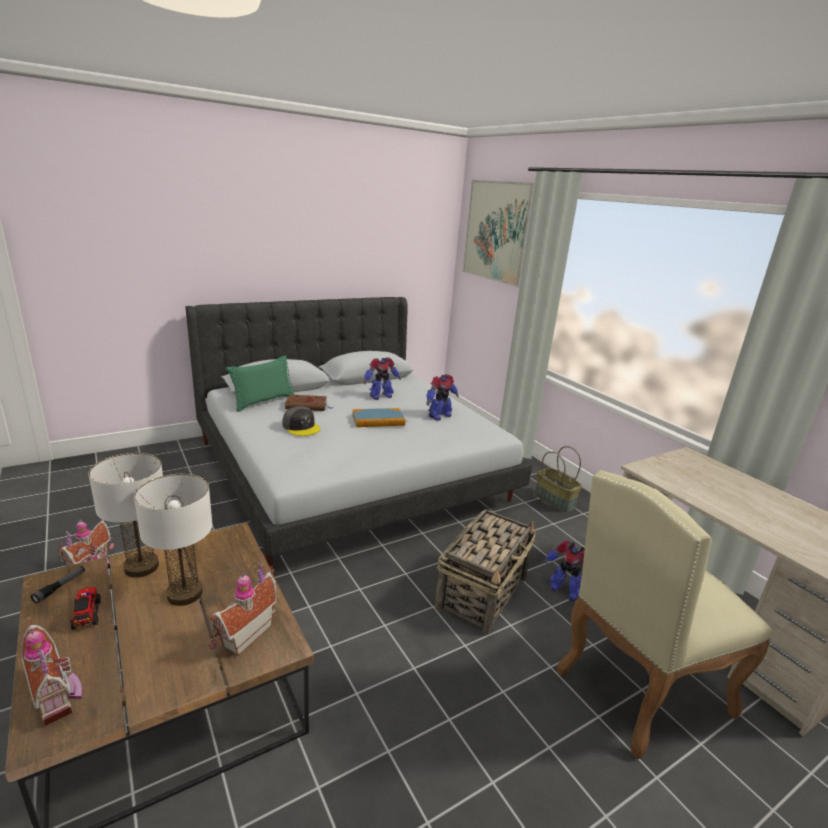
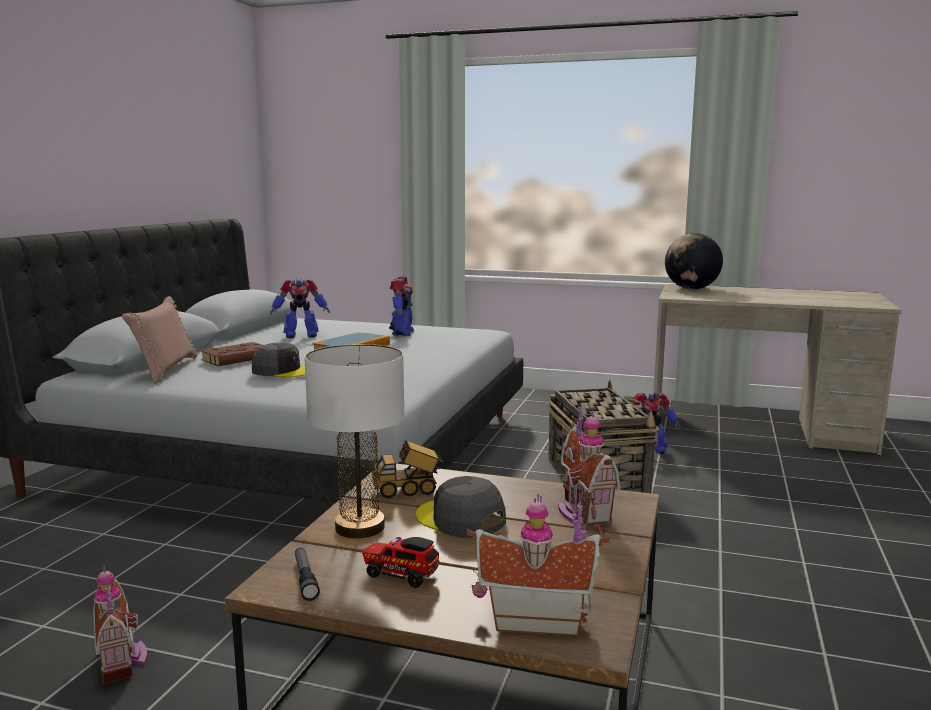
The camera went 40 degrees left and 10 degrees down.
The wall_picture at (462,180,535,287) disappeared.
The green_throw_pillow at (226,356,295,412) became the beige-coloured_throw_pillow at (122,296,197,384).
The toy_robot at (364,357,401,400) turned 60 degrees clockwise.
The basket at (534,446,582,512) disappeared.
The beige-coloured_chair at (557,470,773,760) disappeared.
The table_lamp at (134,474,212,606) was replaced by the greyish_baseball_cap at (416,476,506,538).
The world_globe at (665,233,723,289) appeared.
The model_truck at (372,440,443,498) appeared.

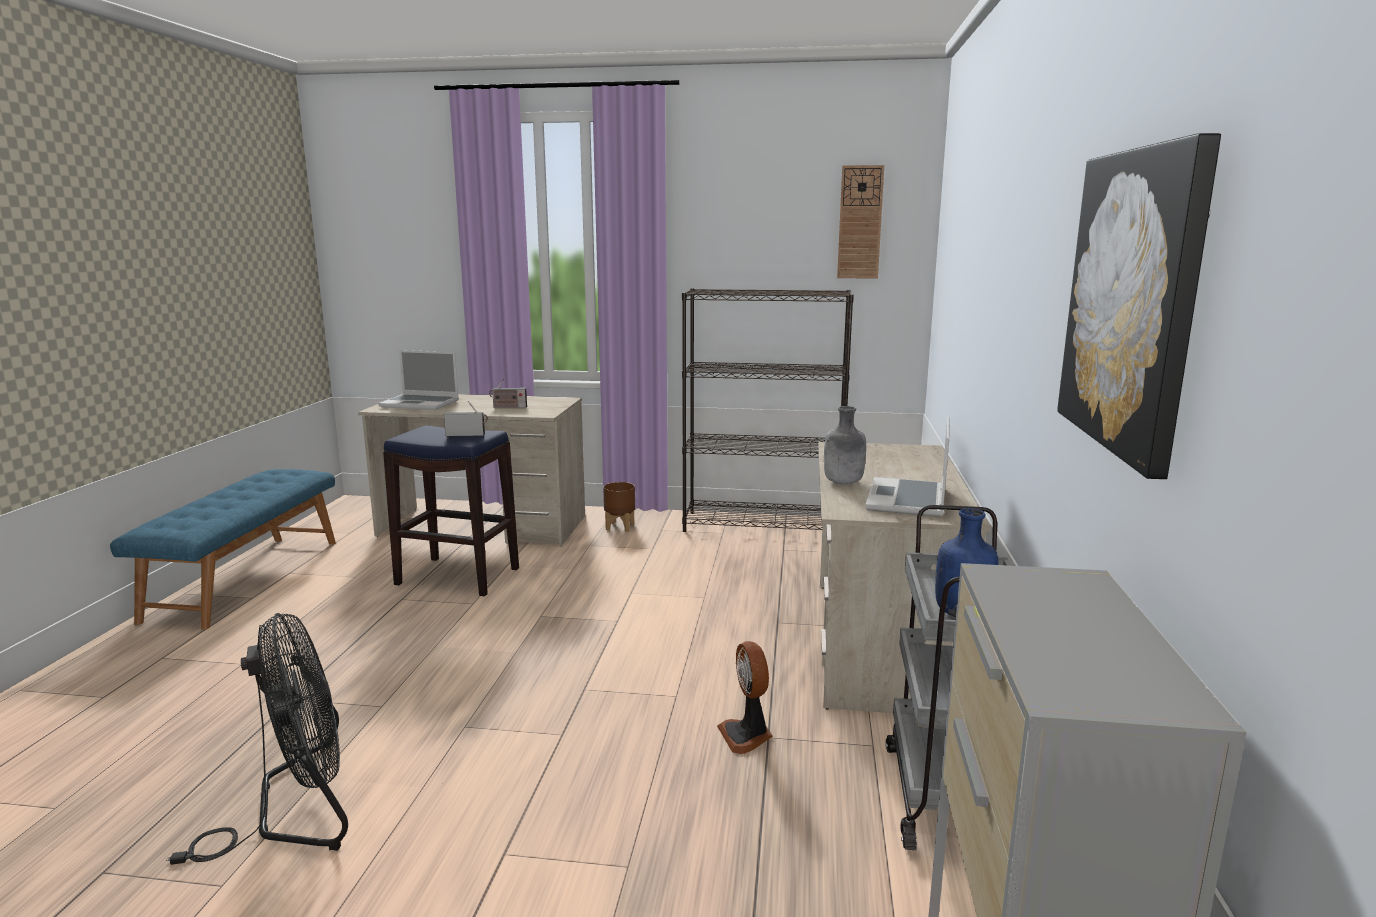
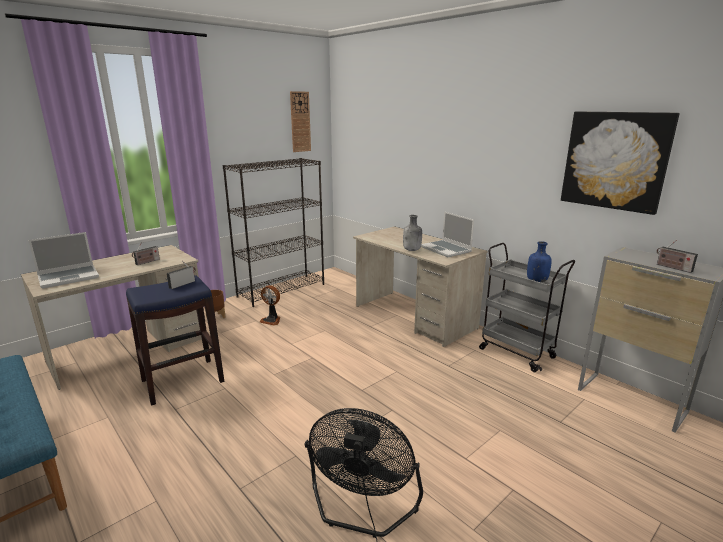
The camera went 50 degrees left and 5 degrees up.
The electric_fan moved from (717,641,773,754) to (259,285,280,326).
The radio_set at (657,240,698,273) appeared.

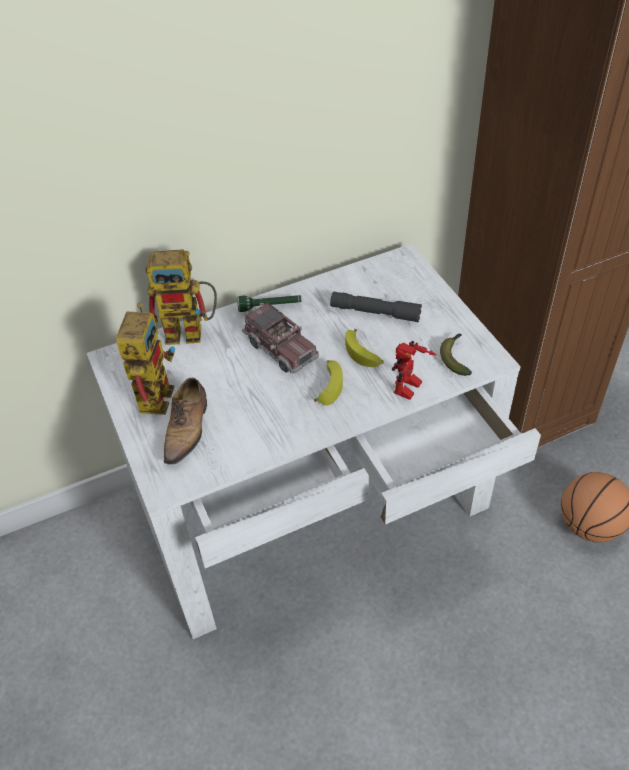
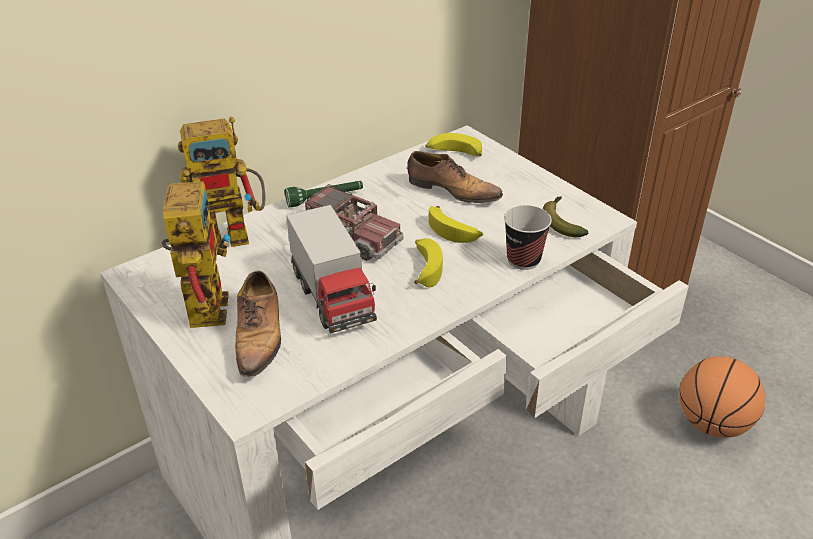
The camera went 15 degrees left and 10 degrees down.
The greyish_torch at (330,292,422,322) was replaced by the item_of_footwear at (407,151,503,203).
The toy_robot at (392,341,437,400) was replaced by the cup at (504,205,552,270).
The whole_banana at (425,133,482,156) appeared.
The model_truck at (286,205,377,333) appeared.

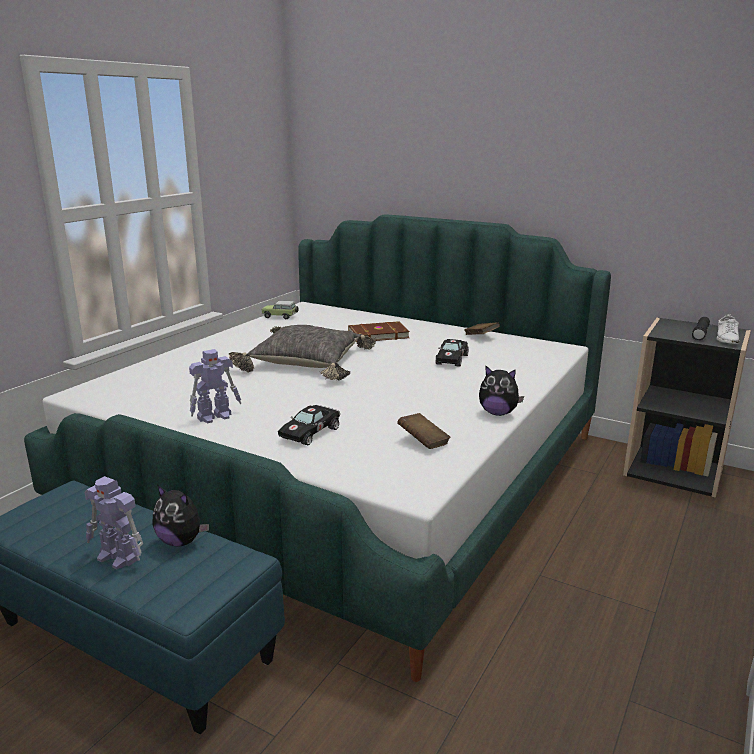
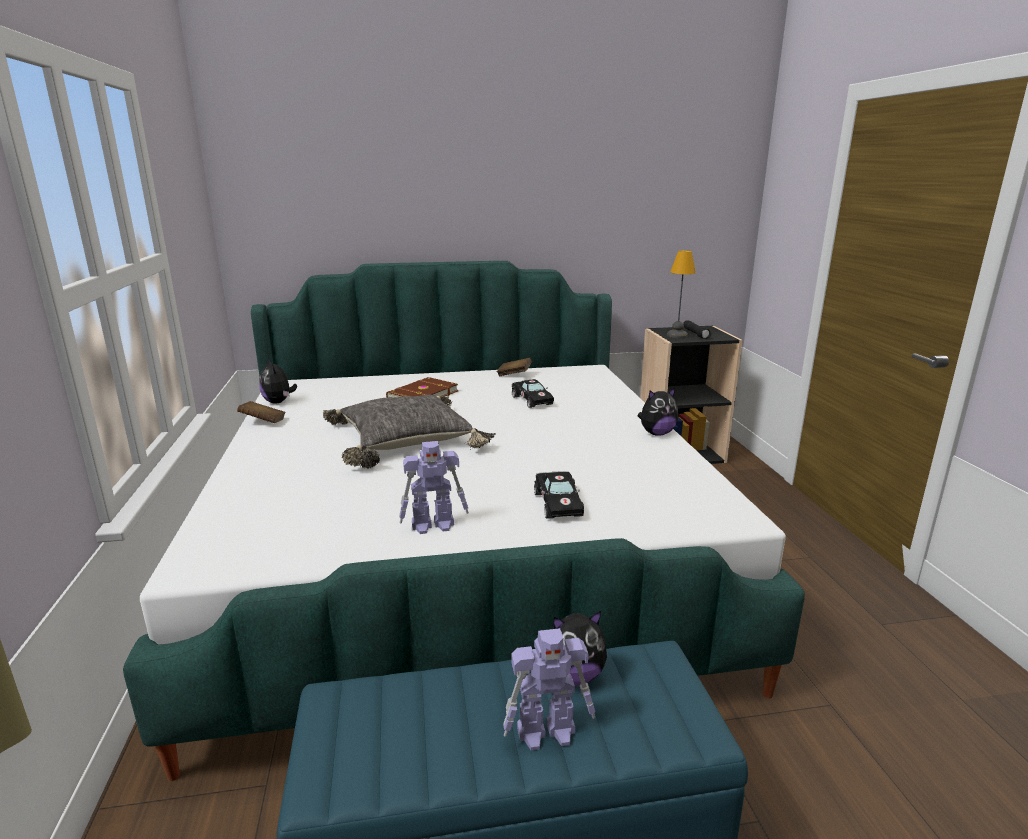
The camera went 40 degrees left and 0 degrees up.
The toy_car at (262,301,299,319) was replaced by the soft_toy at (260,359,297,404).
The whitish_item_of_footwear at (716,314,739,344) disappeared.
The toy_robot at (189,349,241,423) turned 60 degrees clockwise.
The brown-coloured_book moved from (397,413,451,449) to (237,401,286,423).
The table_lamp at (667,250,696,338) appeared.

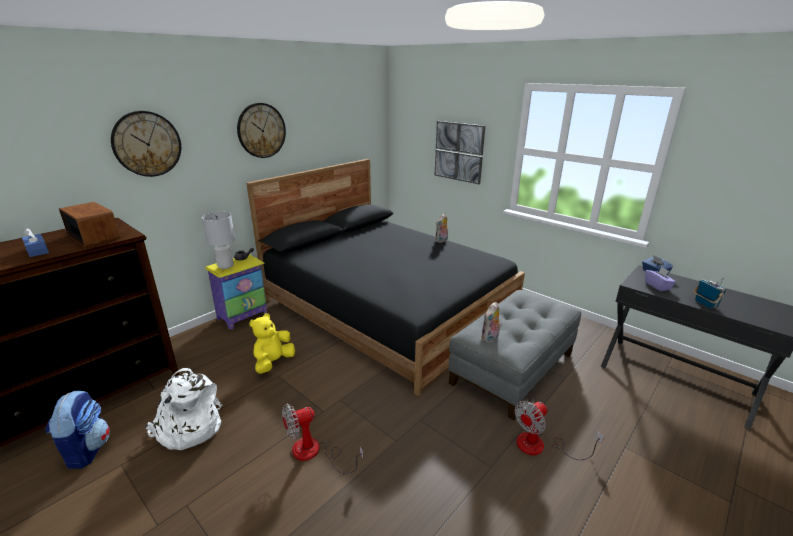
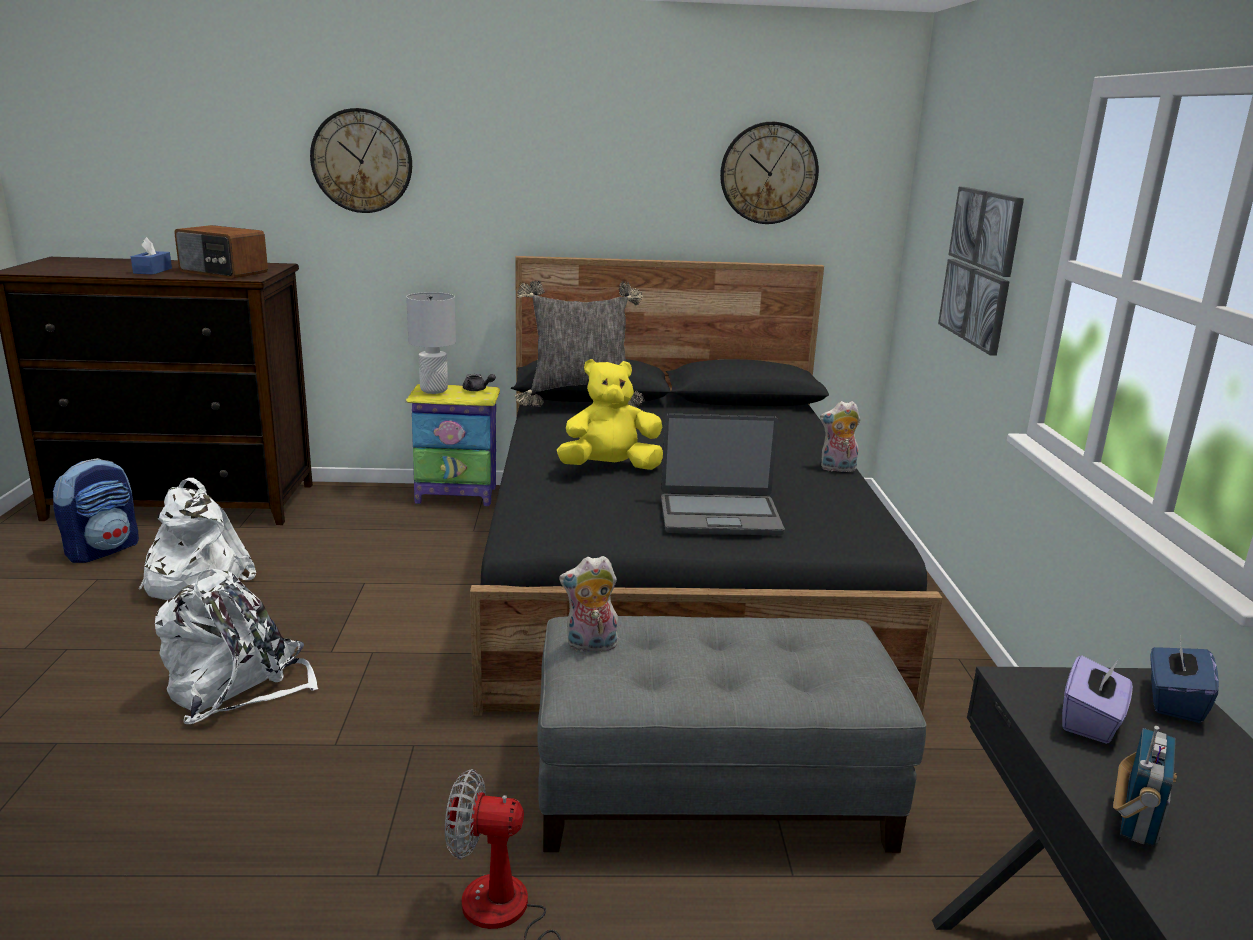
The camera went 45 degrees right and 5 degrees down.
The hanging_clock moved from (237,103,286,158) to (720,122,819,224).
The radio_set at (59,202,120,247) turned 120 degrees clockwise.
The yellow_soft_toy moved from (249,313,295,374) to (557,359,663,470).
The electric_fan at (282,404,363,473) was replaced by the whitish_knapsack at (155,569,318,724).
The throw_pillow at (515,281,646,407) appeared.
The laptop at (661,414,785,536) appeared.

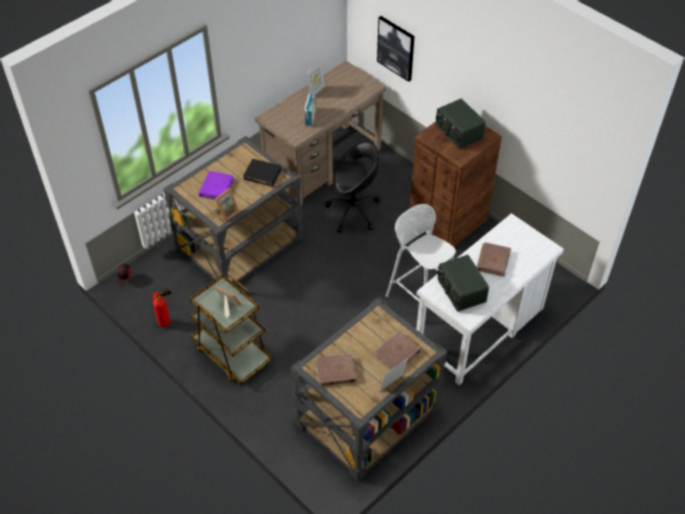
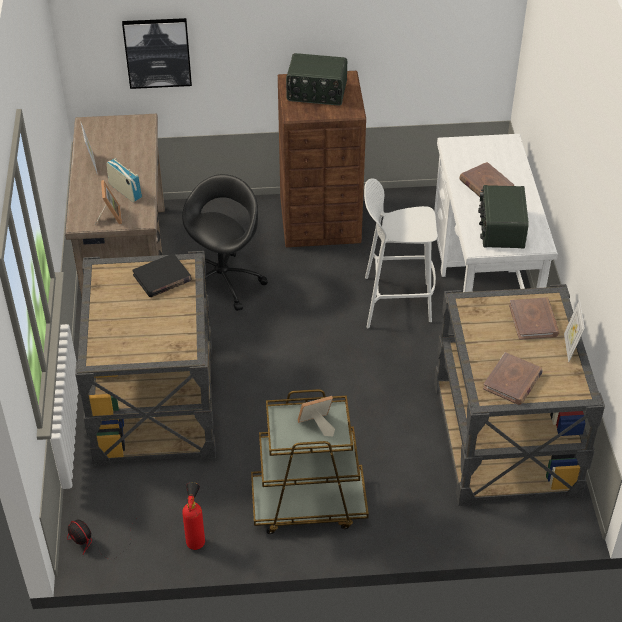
The camera went 50 degrees left and 5 degrees down.
The purple-coloured_book at (198,171,234,200) disappeared.
The picture_frame moved from (213,188,239,222) to (95,180,122,225).
The radio_set at (437,254,489,312) turned 75 degrees clockwise.

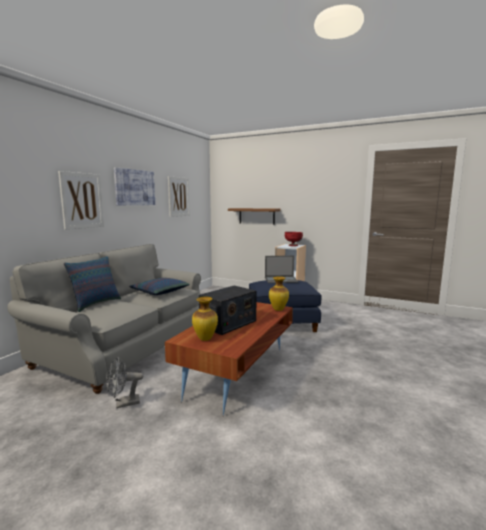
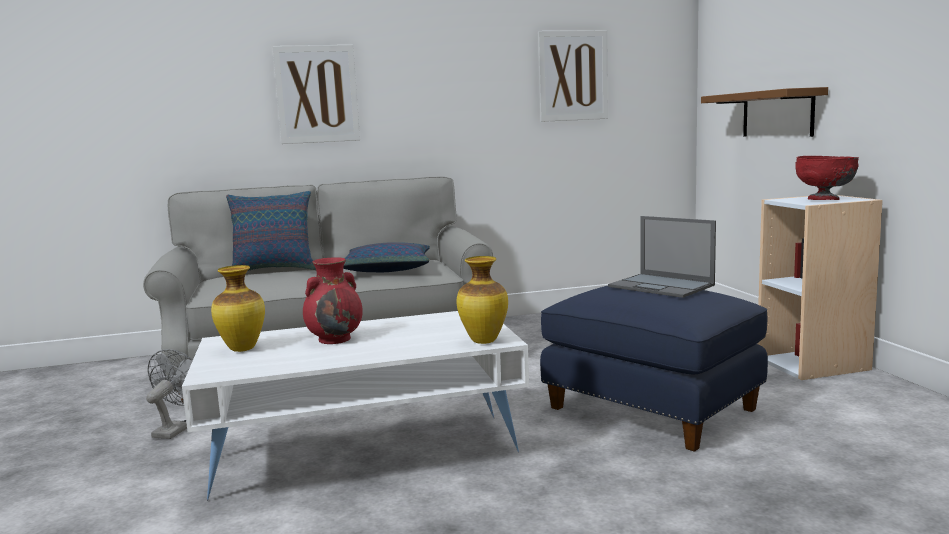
The camera went 50 degrees right and 0 degrees up.
The wall_picture at (114,167,155,205) disappeared.
The radio_set at (199,285,257,335) was replaced by the red_vase at (303,257,363,344).
The brown-coloured_lounge_table at (165,302,293,415) became the whitish_lounge_table at (182,311,529,501).
The greyish_electric_fan at (106,357,143,408) turned 75 degrees clockwise.

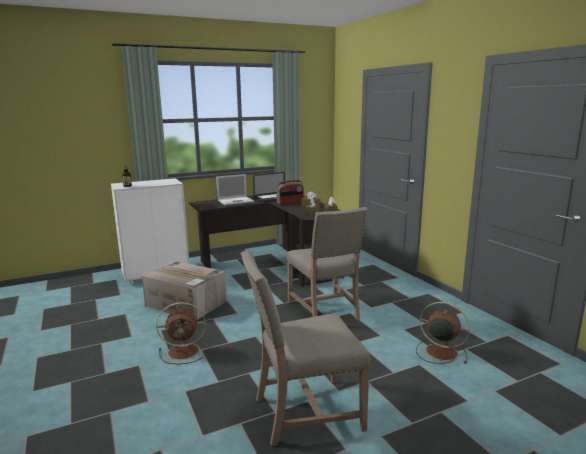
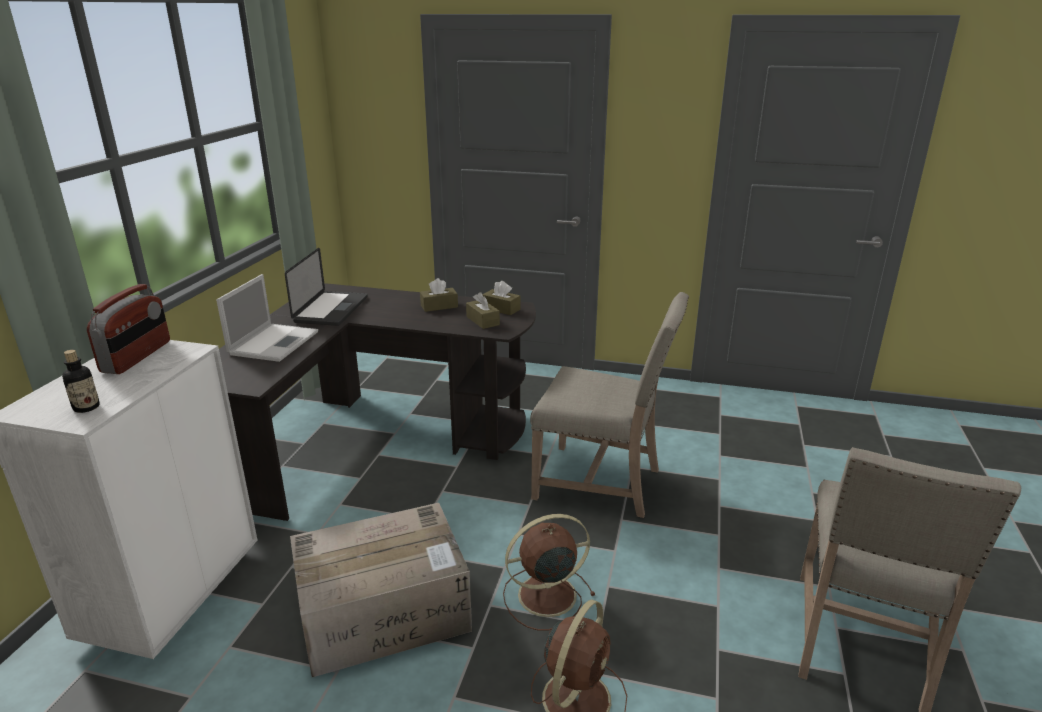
The camera went 50 degrees left and 10 degrees up.
The radio_set moved from (277,180,304,205) to (87,284,170,374).
The brown-coloured_electric_fan moved from (416,302,470,364) to (503,514,595,631).

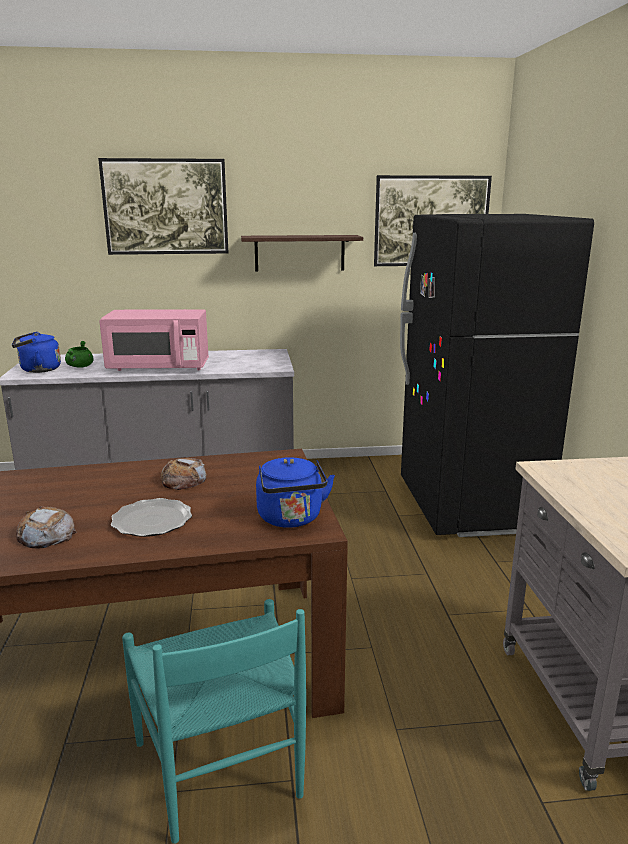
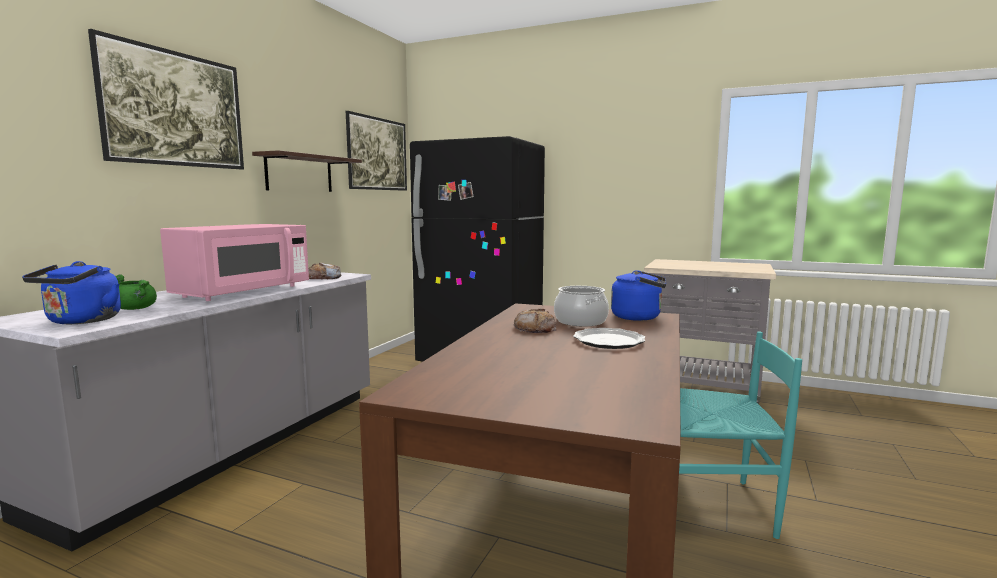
The camera went 60 degrees left and 10 degrees down.
The baked_bread moved from (16,506,76,549) to (308,263,342,279).
The stockpot at (554,286,609,326) appeared.

